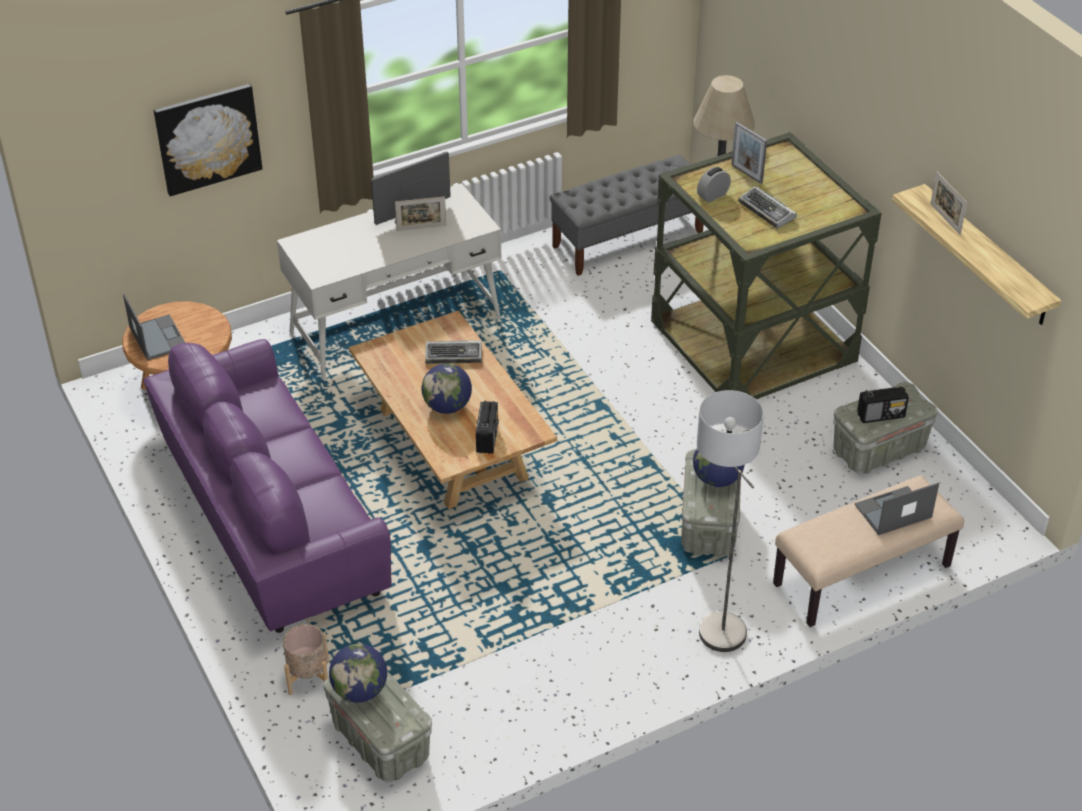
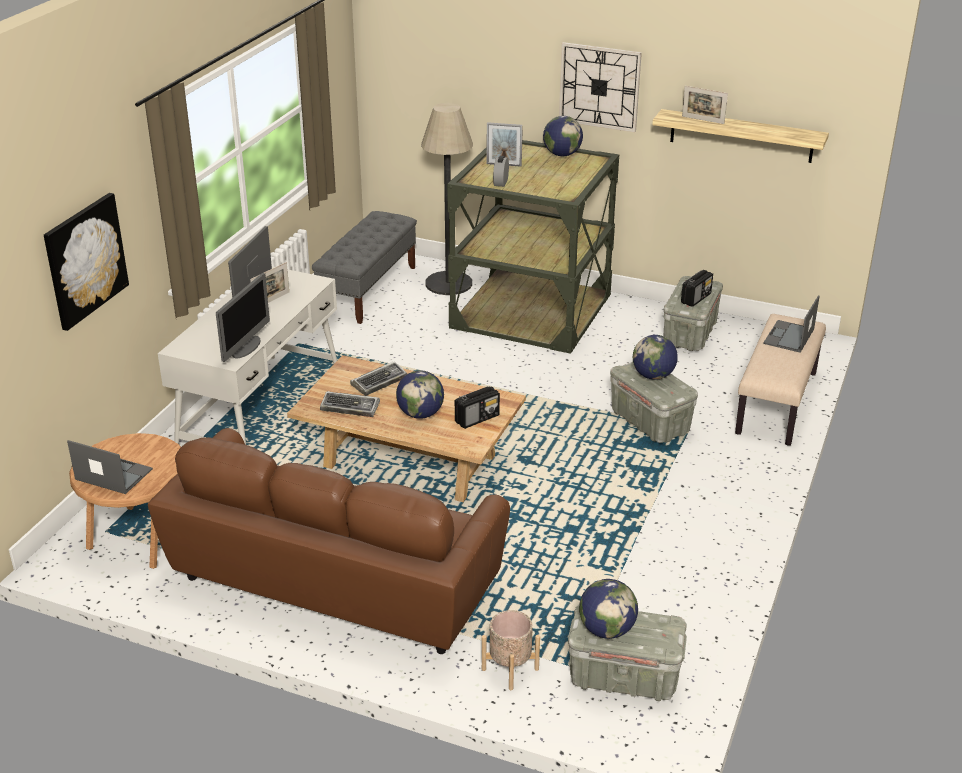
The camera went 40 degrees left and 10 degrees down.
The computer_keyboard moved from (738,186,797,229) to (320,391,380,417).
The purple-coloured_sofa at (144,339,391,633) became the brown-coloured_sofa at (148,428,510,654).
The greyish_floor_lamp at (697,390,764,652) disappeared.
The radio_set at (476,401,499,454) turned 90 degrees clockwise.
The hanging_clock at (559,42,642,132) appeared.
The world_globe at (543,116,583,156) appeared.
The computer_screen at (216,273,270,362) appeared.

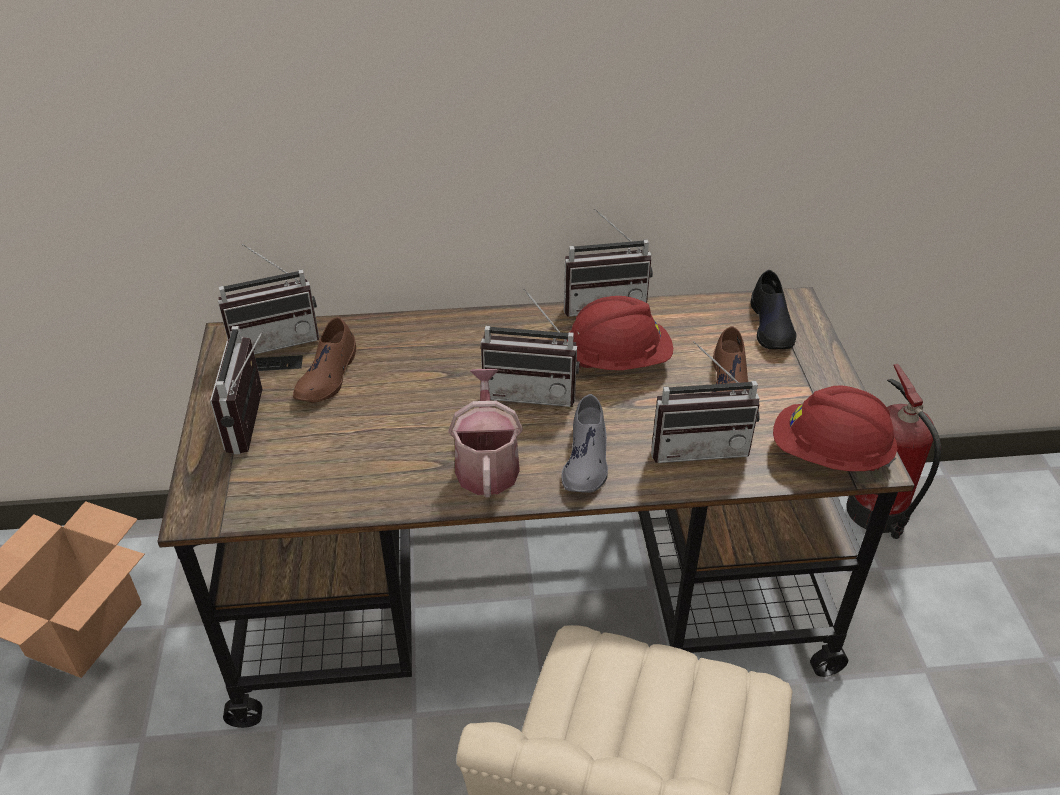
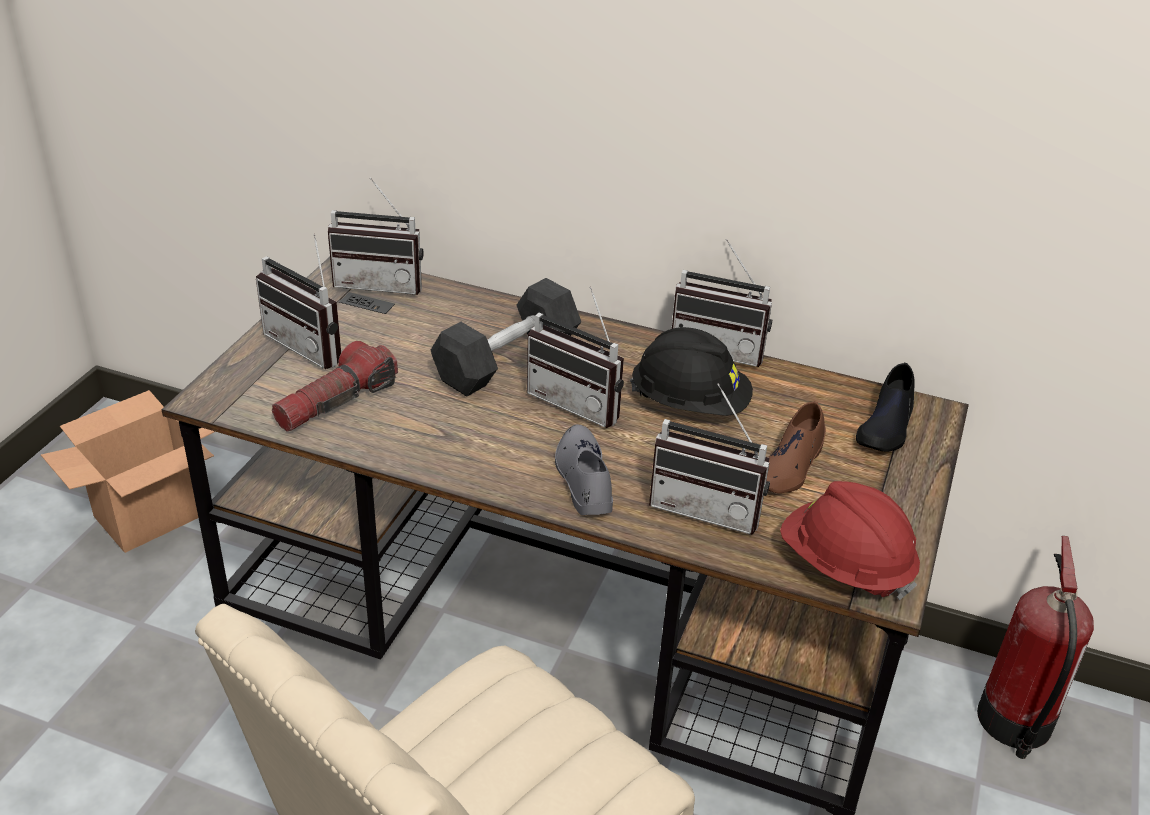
The camera went 25 degrees right and 5 degrees down.
The red_hard_hat at (566,296,673,370) became the black-coloured_hard_hat at (630,327,753,416).
The brown-coloured_item_of_footwear at (293,317,356,402) disappeared.
The radio_set at (210,326,265,454) turned 75 degrees counterclockwise.
The watering_can at (449,369,523,497) disappeared.
The greyish_item_of_footwear at (562,394,608,493) turned 135 degrees clockwise.
The black-coloured_free_weight at (431,278,581,397) appeared.
The torch at (272,341,398,432) appeared.

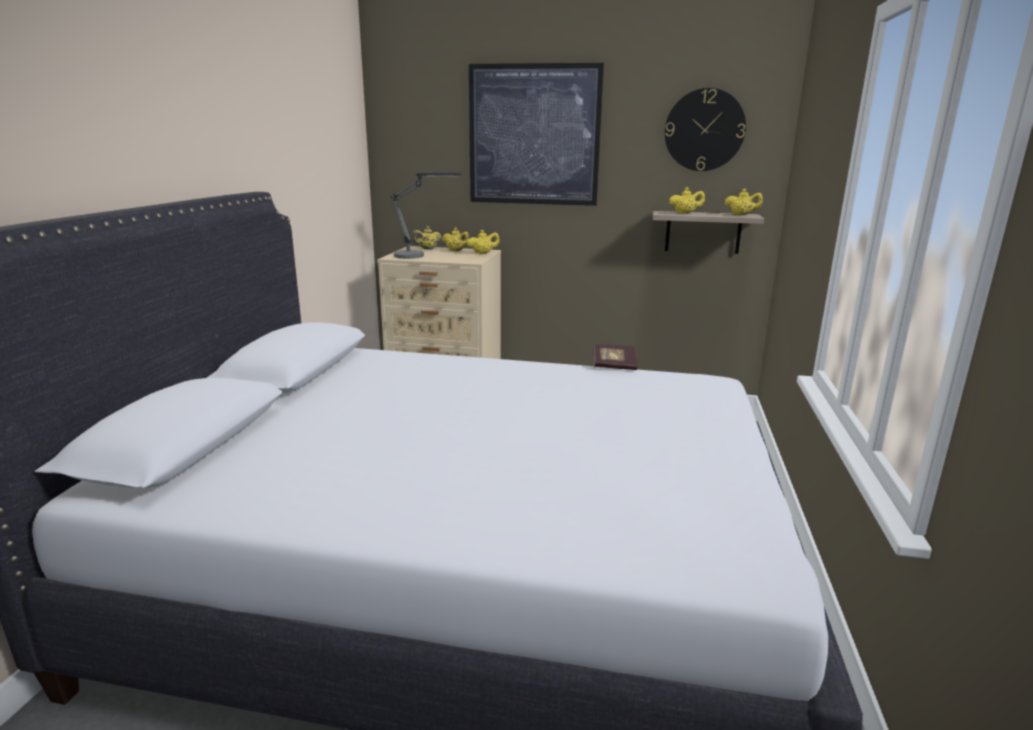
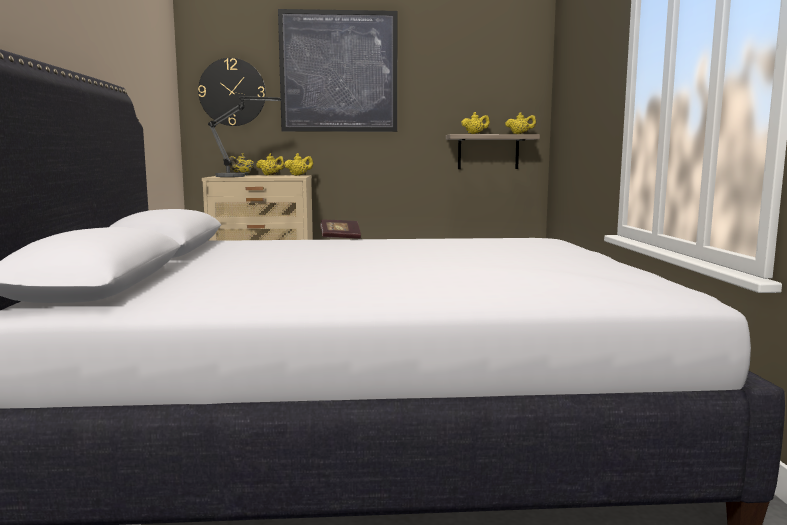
The camera went 15 degrees left and 10 degrees down.
The hanging_clock moved from (665,88,746,171) to (198,58,266,126).
The book moved from (593,344,638,370) to (320,220,361,239).

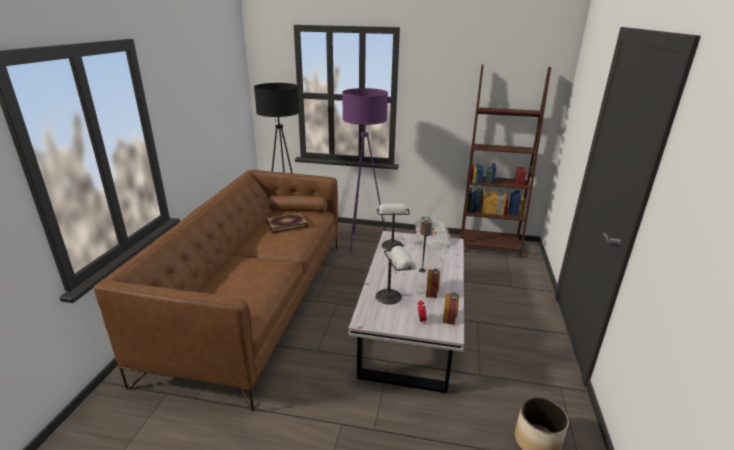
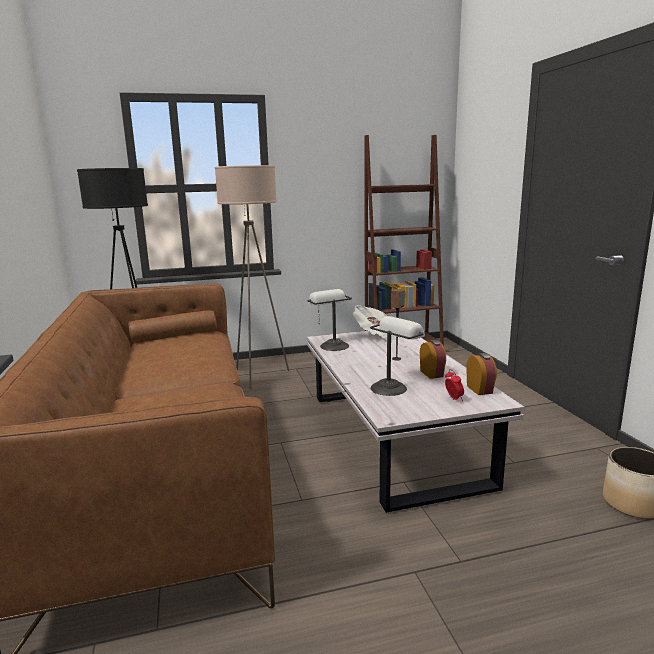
The camera went 25 degrees left and 10 degrees down.
The purple-coloured_floor_lamp at (342,88,388,254) became the beige-coloured_floor_lamp at (215,165,289,390).
The book at (266,213,309,233) disappeared.

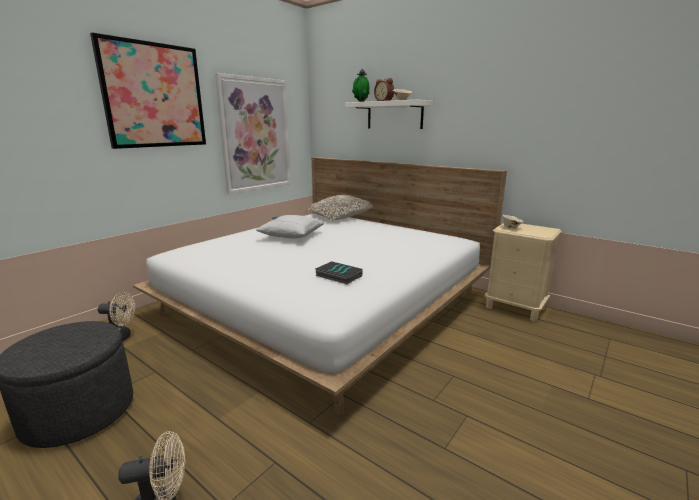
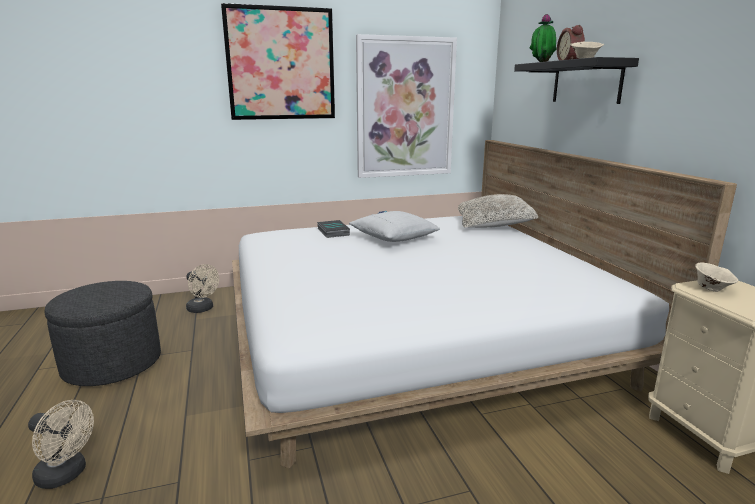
The camera went 35 degrees right and 0 degrees up.
The whitish_wall_shelf at (345,100,433,129) became the black-coloured_wall_shelf at (514,57,639,104).
The book moved from (315,261,363,284) to (317,220,350,238).

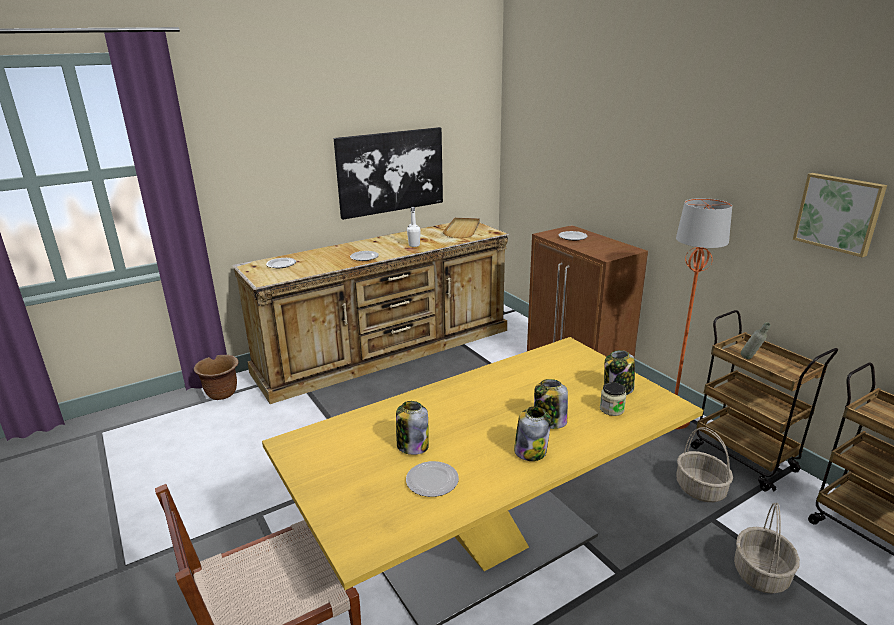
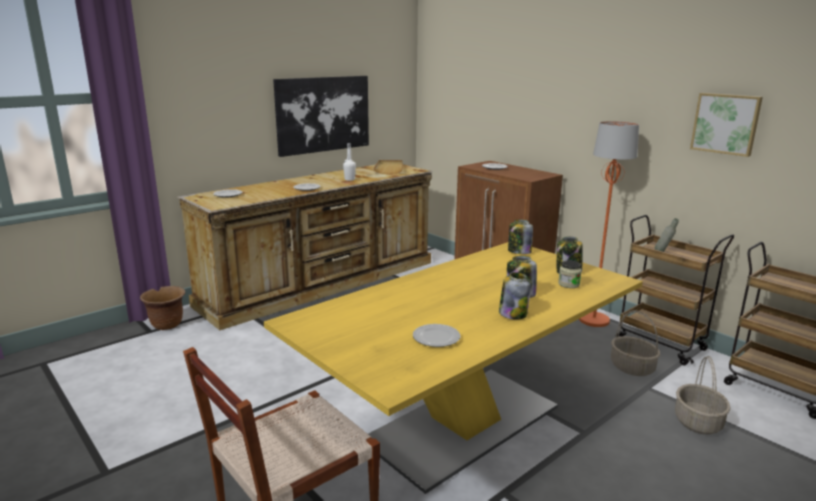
The camera went 10 degrees left and 5 degrees down.
The storage_jar moved from (396,401,429,455) to (508,219,533,254).

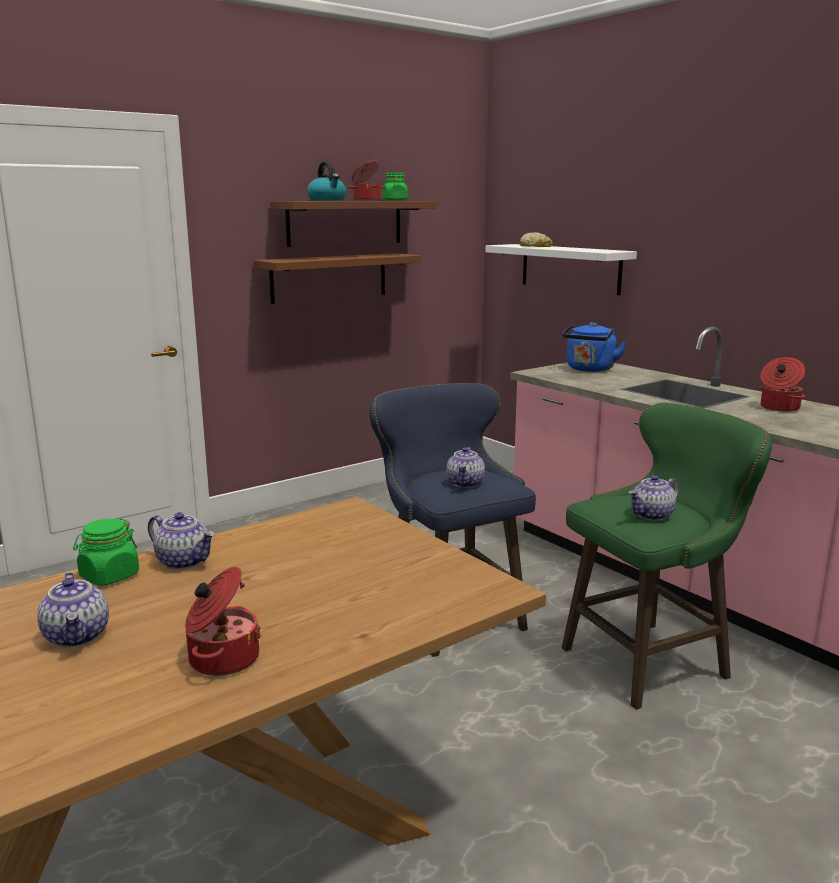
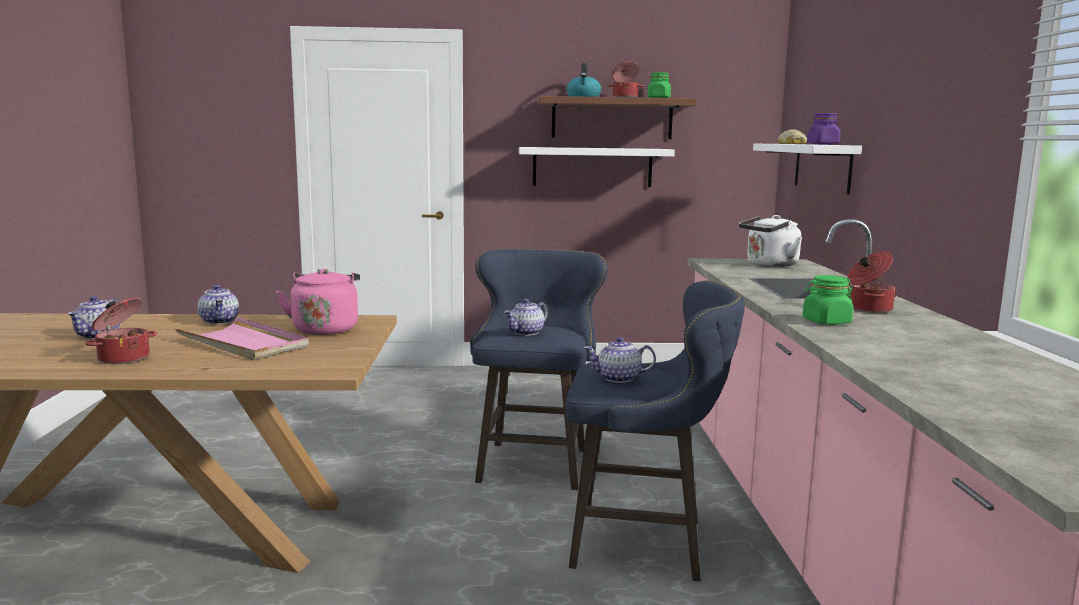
The camera went 35 degrees right and 5 degrees down.
The brown-coloured_wall_shelf at (253,253,421,304) became the whitish_wall_shelf at (519,147,675,187).
The blue_kettle at (562,322,627,372) became the whitish_kettle at (739,215,802,267).
The green_sitting_stool at (562,402,772,710) became the blue_sitting_stool at (566,280,745,581).
The green_storage_jar moved from (73,518,139,586) to (802,275,853,325).
The purple-coloured_storage_jar at (807,113,841,145) appeared.
The pink-coloured_kettle at (276,268,360,335) appeared.
The pink-coloured_serving_tray at (175,317,309,360) appeared.

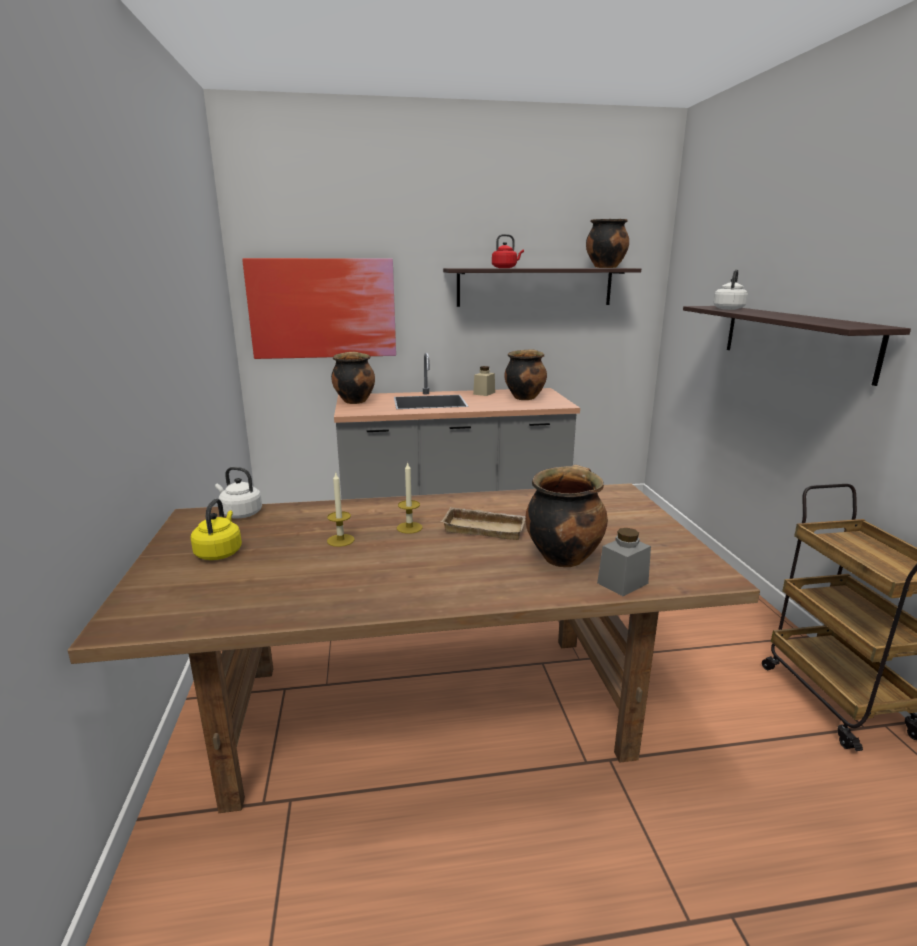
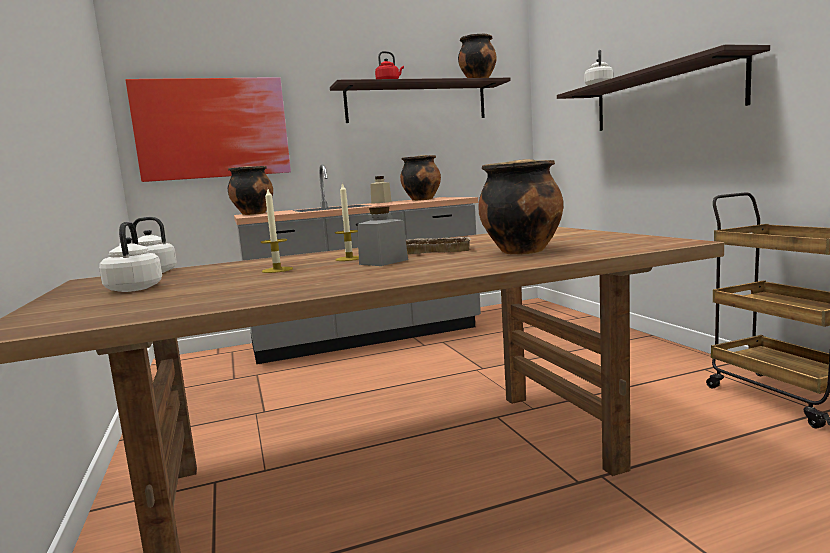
The camera went 10 degrees left and 10 degrees down.
The yellow_kettle at (190,499,242,560) became the whitish_kettle at (99,222,162,292).
The greyish_storage_jar moved from (597,528,651,596) to (357,206,408,266).

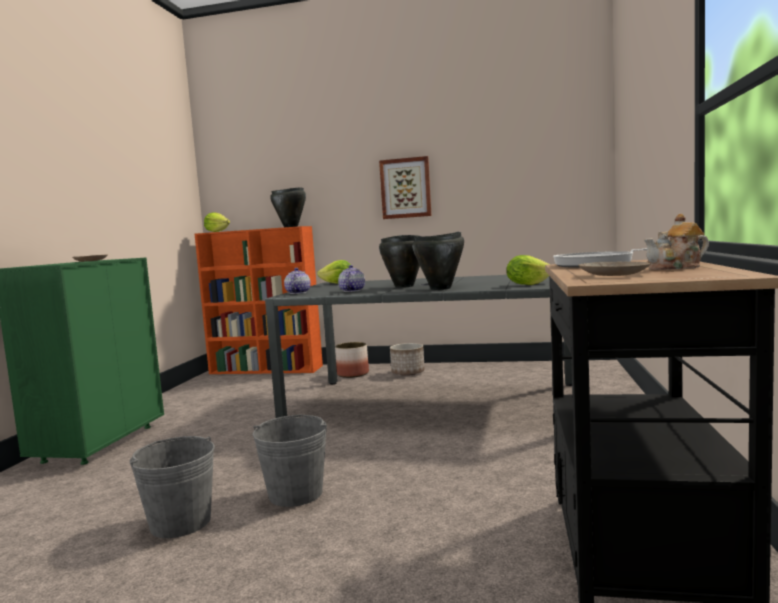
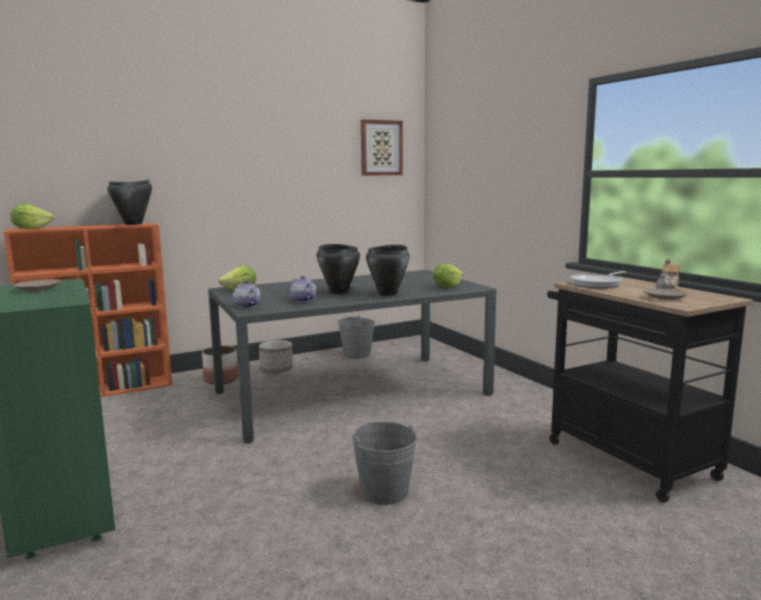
The camera went 40 degrees left and 5 degrees up.
The wall_picture moved from (379,156,432,219) to (361,119,403,176).
The greyish_water_bucket moved from (129,436,215,538) to (338,316,375,359).

